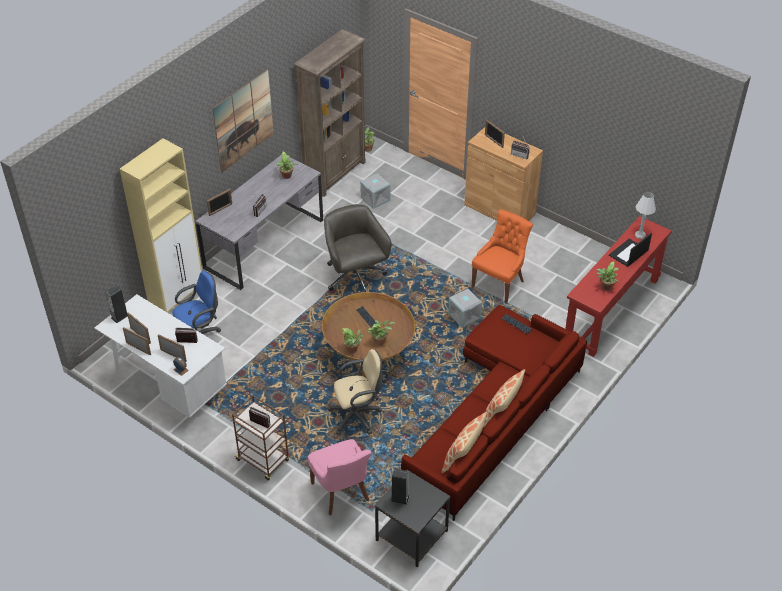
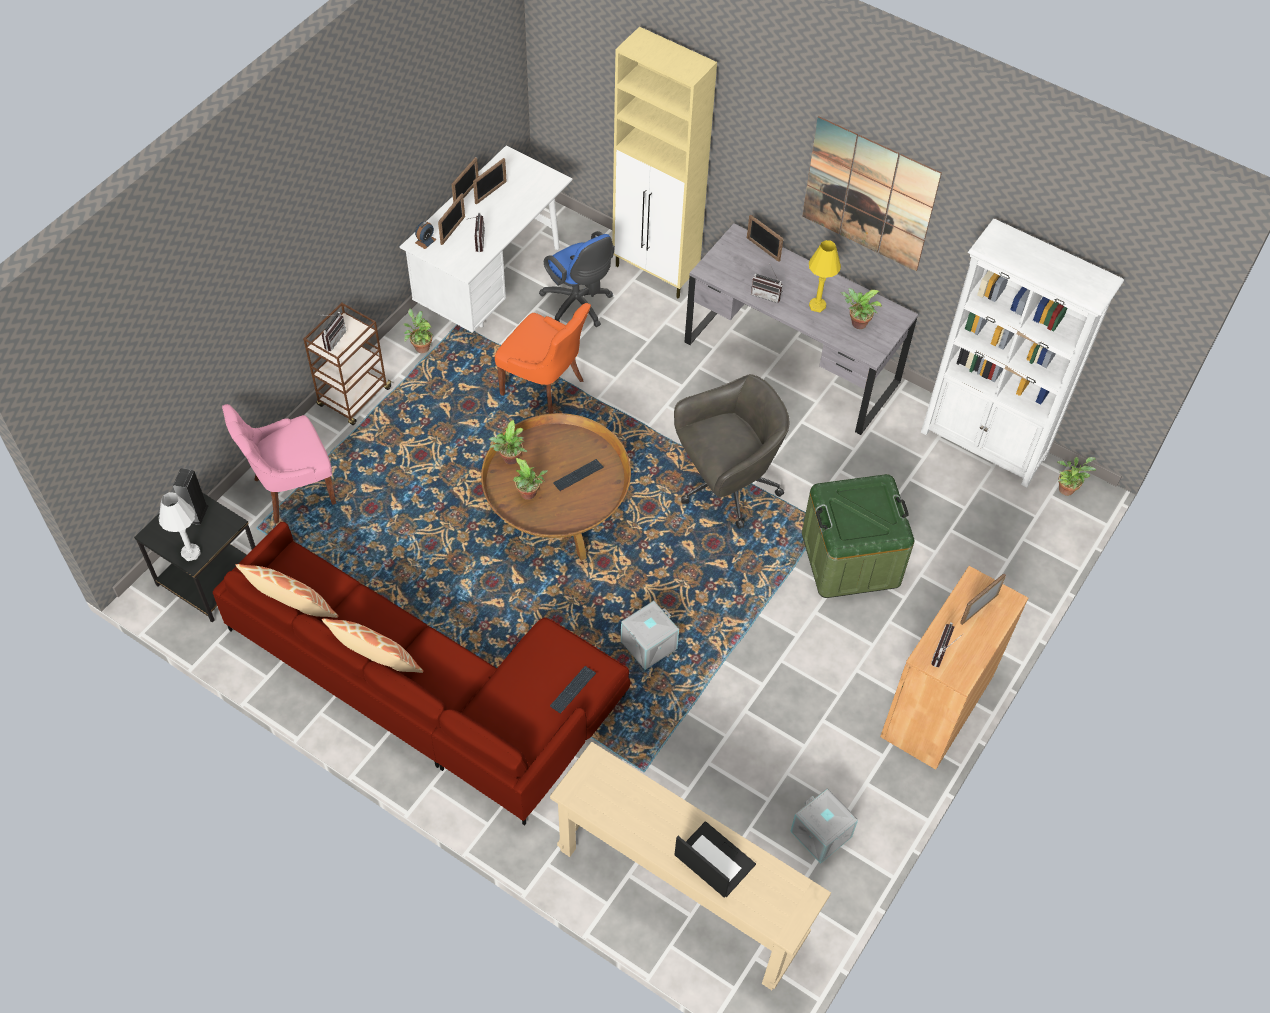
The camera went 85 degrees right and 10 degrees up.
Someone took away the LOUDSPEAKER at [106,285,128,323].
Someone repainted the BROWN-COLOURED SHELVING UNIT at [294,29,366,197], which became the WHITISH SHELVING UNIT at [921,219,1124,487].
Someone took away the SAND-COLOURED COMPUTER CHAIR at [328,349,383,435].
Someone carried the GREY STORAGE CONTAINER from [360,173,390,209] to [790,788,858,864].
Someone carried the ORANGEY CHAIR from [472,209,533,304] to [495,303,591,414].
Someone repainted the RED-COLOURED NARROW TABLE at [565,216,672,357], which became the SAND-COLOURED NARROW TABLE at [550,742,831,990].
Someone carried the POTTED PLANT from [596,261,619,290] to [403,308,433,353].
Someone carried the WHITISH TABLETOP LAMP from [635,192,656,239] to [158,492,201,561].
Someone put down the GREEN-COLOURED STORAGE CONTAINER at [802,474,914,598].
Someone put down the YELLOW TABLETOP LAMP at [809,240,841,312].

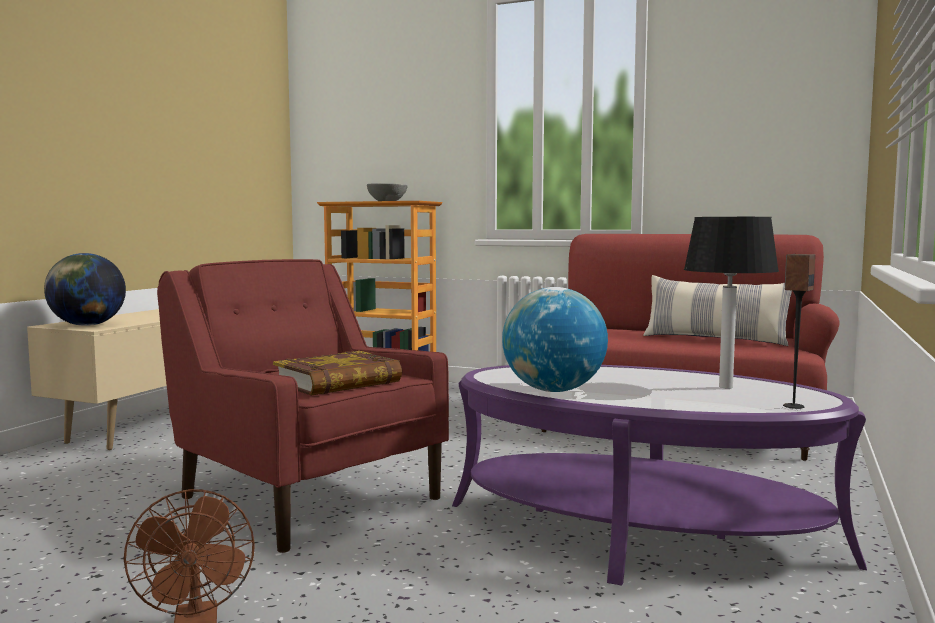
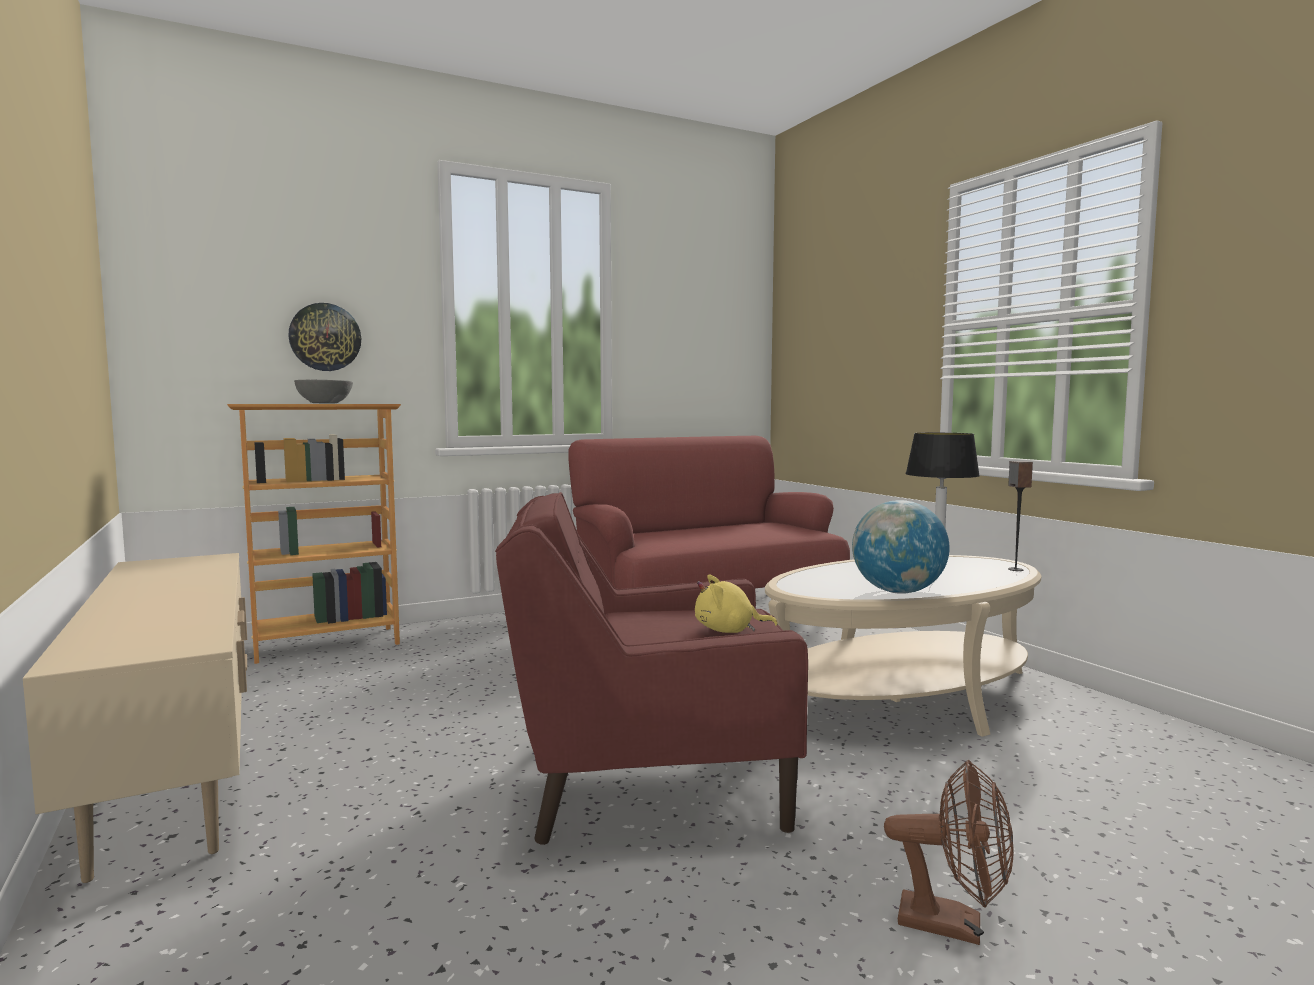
The camera went 50 degrees left and 0 degrees up.
Someone took away the WORLD GLOBE at [44,253,126,326].
Someone swapped the VOLUME at [273,351,402,396] for the YELLOW SOFT TOY at [695,574,778,633].
Someone repainted the PURPLE-COLOURED LOUNGE TABLE at [452,365,867,586], which became the SAND-COLOURED LOUNGE TABLE at [765,555,1041,737].
Someone took away the CUSHION at [643,275,792,346].
Someone put up the CLOCK ON THE WALL at [288,303,361,371].

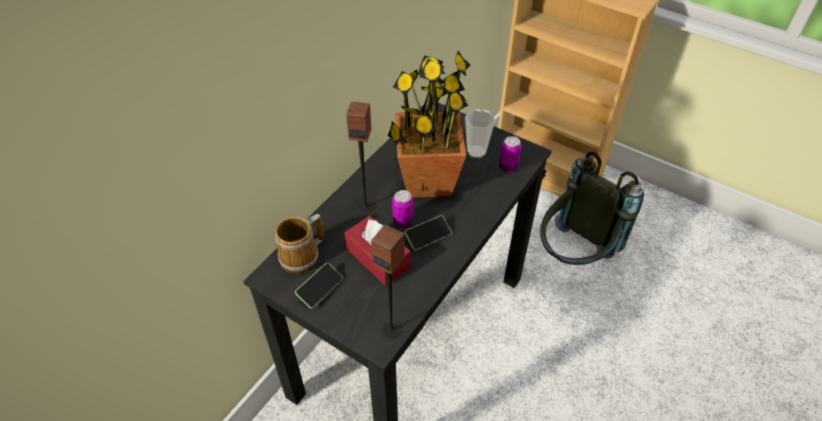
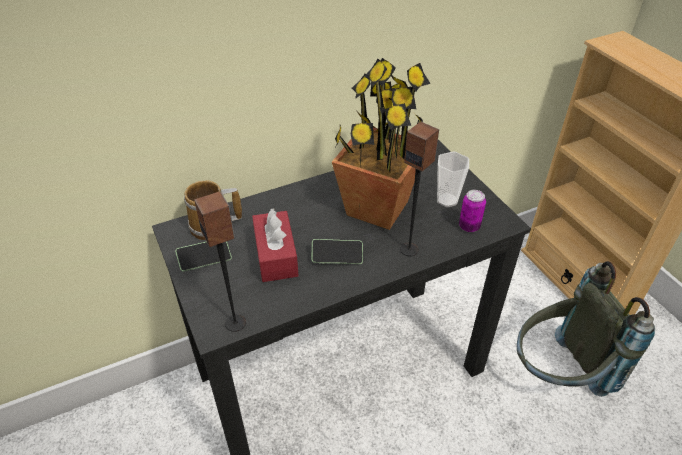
The camera went 30 degrees right and 5 degrees down.
Someone carried the LOUDSPEAKER from [346,101,374,213] to [400,122,439,256].
Someone took away the SEALED CAN at [392,190,413,228].

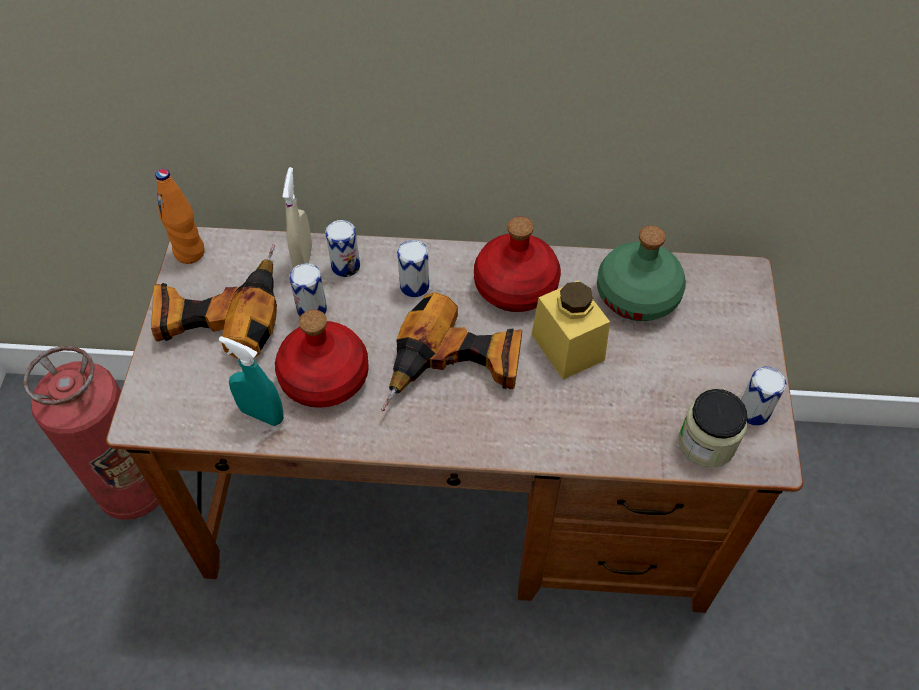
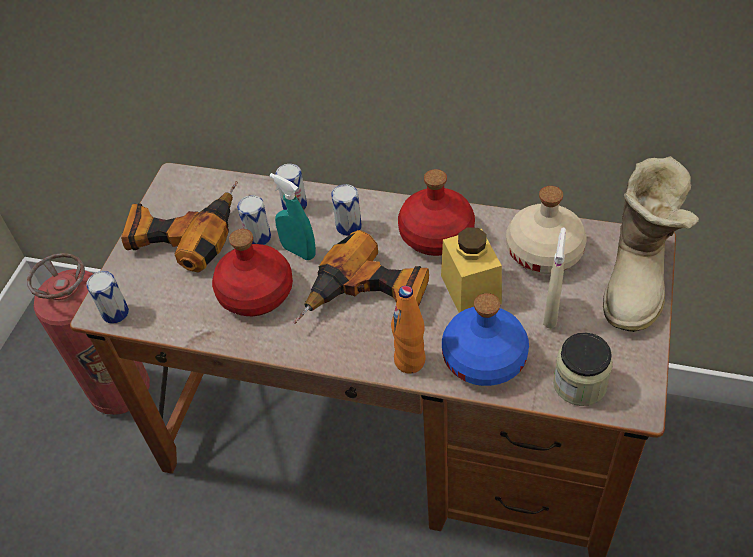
The camera went 15 degrees right and 5 degrees down.
Someone carried the ORANGEY BOTTLE from [155,169,205,264] to [391,286,426,374].
Someone carried the TURQUOISE SPRAY BOTTLE from [219,336,284,426] to [270,173,316,260].
Someone carried the SAND-COLOURED SPRAY BOTTLE from [282,167,312,268] to [543,227,566,329].
Someone repainted the GREEN-COLOURED BOTTLE at [597,226,686,321], which became the SAND-COLOURED BOTTLE at [506,186,586,274].
Someone carried the SEALED CAN from [741,367,786,426] to [86,271,129,324].
Someone put down the BLUE-COLOURED BOTTLE at [442,293,529,386].
Someone put down the TALL BOOT at [603,156,699,332].

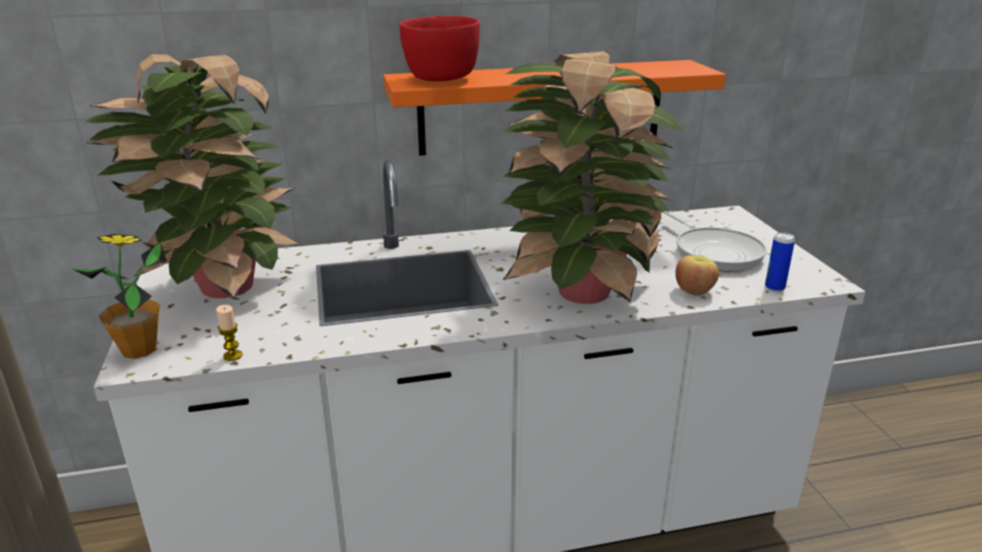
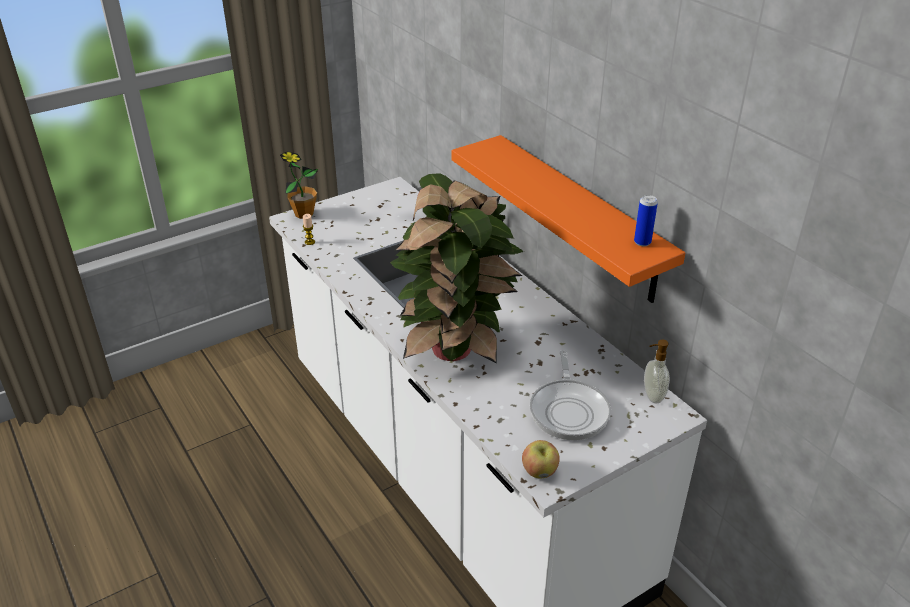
The camera went 70 degrees right and 10 degrees up.
Someone took away the POTTED PLANT at [83,54,303,299].
Someone took away the RED-COLOURED BOWL at [400,16,480,81].
Someone rotated the PAN at [664,211,767,272] by 45 degrees counterclockwise.
Someone carried the APPLE from [675,255,719,295] to [522,440,560,478].
Someone carried the SEALED CAN from [765,232,795,292] to [634,195,658,246].
Someone put down the LIQUID SOAP BOTTLE at [644,340,670,403].

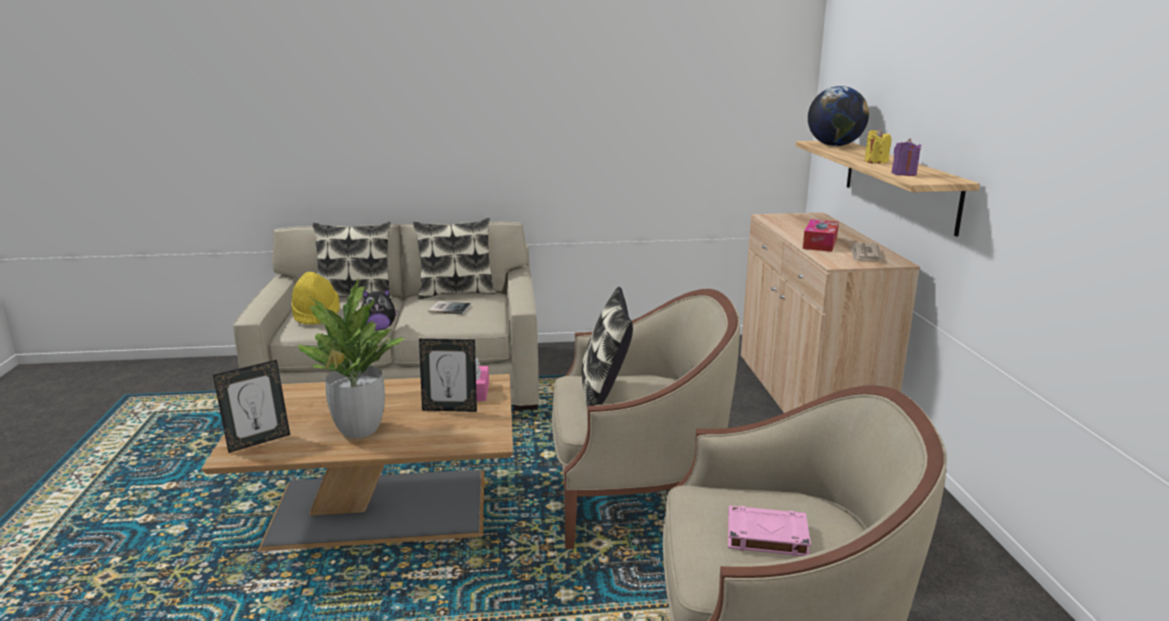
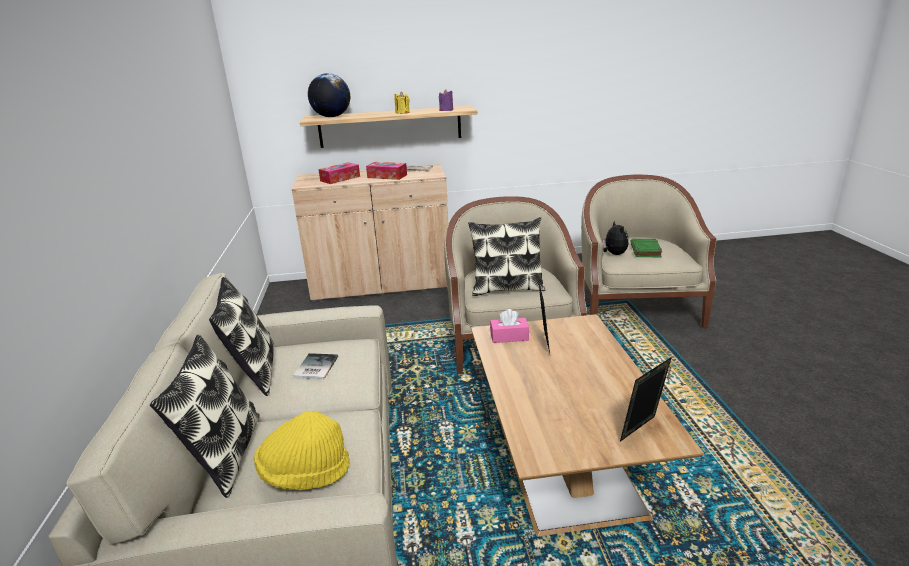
The camera went 90 degrees left and 5 degrees up.
Someone rotated the PHOTO FRAME at [213,360,290,453] by 90 degrees counterclockwise.
Someone took away the POTTED PLANT at [298,277,405,438].
Someone carried the SOFT TOY from [361,288,399,330] to [603,220,628,255].
Someone repainted the PINKISH VOLUME at [728,506,811,556], which became the GREEN-COLOURED VOLUME at [630,239,662,257].
Someone put down the TISSUE HOLDER at [318,162,360,184].

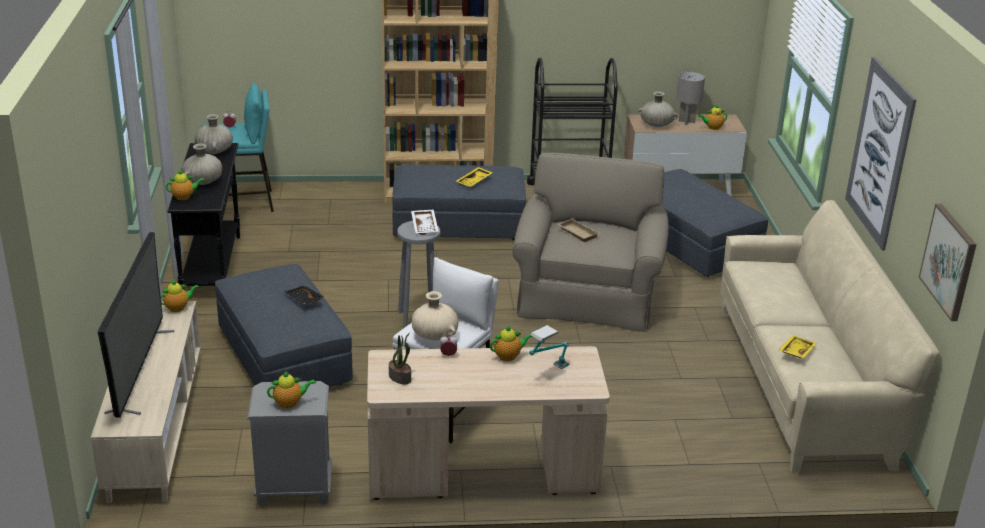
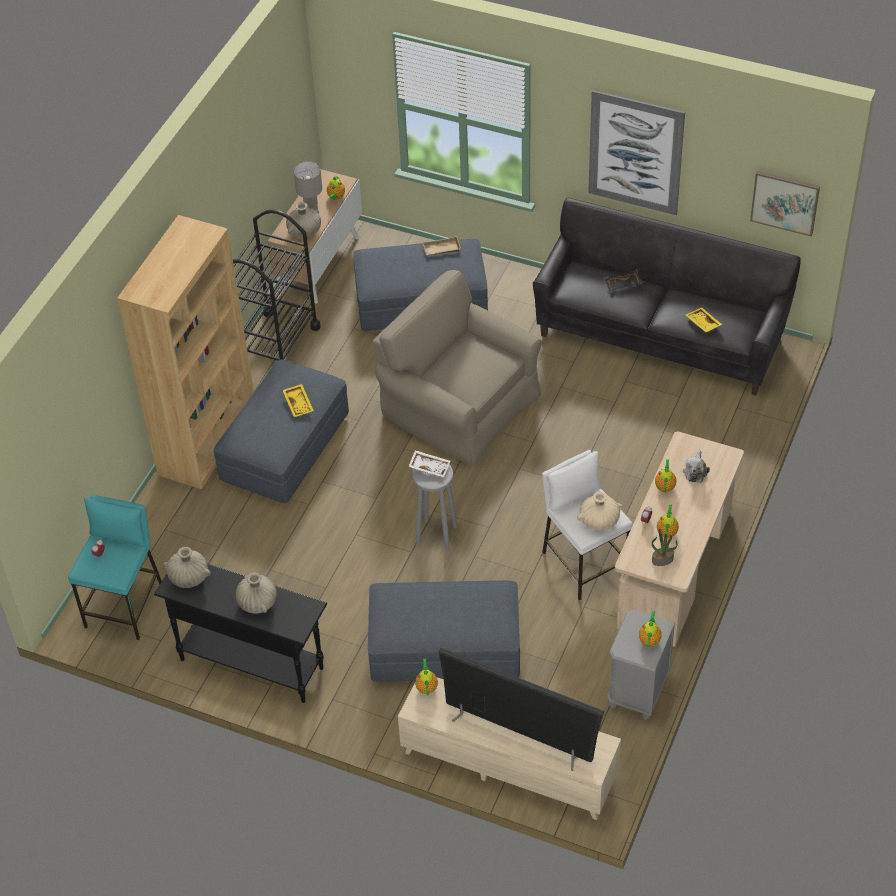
The camera went 60 degrees left and 20 degrees up.
Someone carried the TEAPOT from [166,170,205,200] to [657,504,679,538].
Someone carried the BLACK-COLOURED TRAY from [284,285,325,304] to [605,270,642,291].
Someone swapped the TABLETOP LAMP at [529,325,570,369] for the SOFT TOY at [683,451,710,483].
Someone carried the SAND-COLOURED TRAY from [557,218,600,242] to [423,236,461,256].
Someone repainted the SAND-COLOURED SOFA at [720,200,939,473], which became the BLACK-COLOURED SOFA at [533,198,801,395].

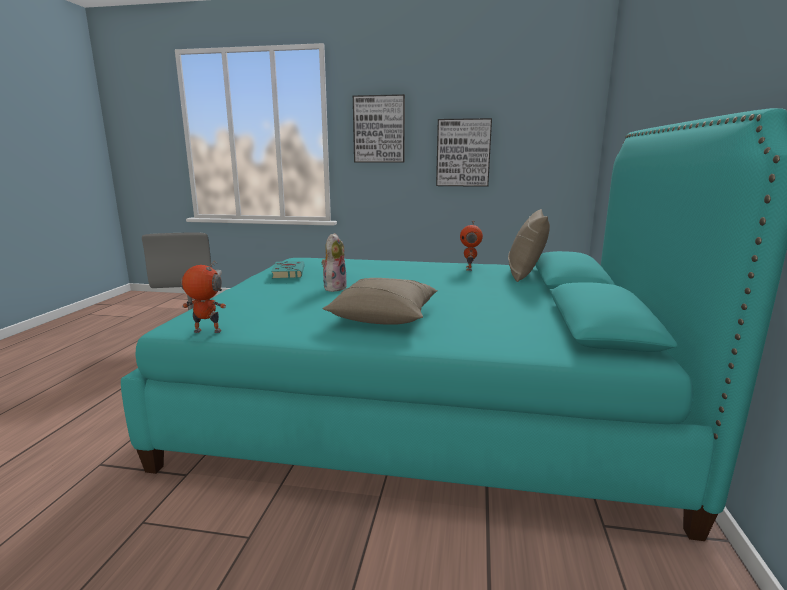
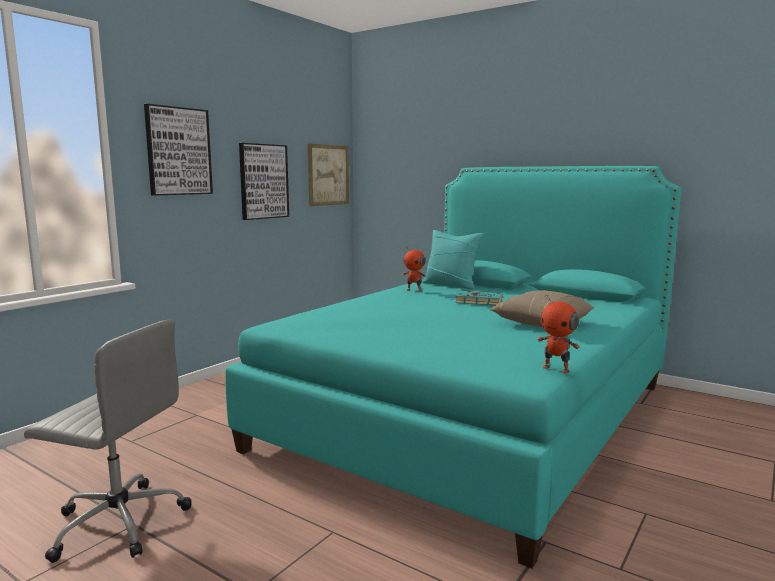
The camera went 65 degrees left and 5 degrees down.
Someone rotated the TOY ROBOT at [181,261,226,333] by 75 degrees counterclockwise.
Someone carried the TURQUOISE VOLUME from [271,261,305,279] to [450,291,503,305].
Someone took away the SOFT TOY at [321,233,346,292].
Someone repainted the SAND-COLOURED CUSHION at [508,209,550,282], which became the TURQUOISE CUSHION at [422,230,483,289].
Someone put up the WALL ART at [308,144,349,206].

